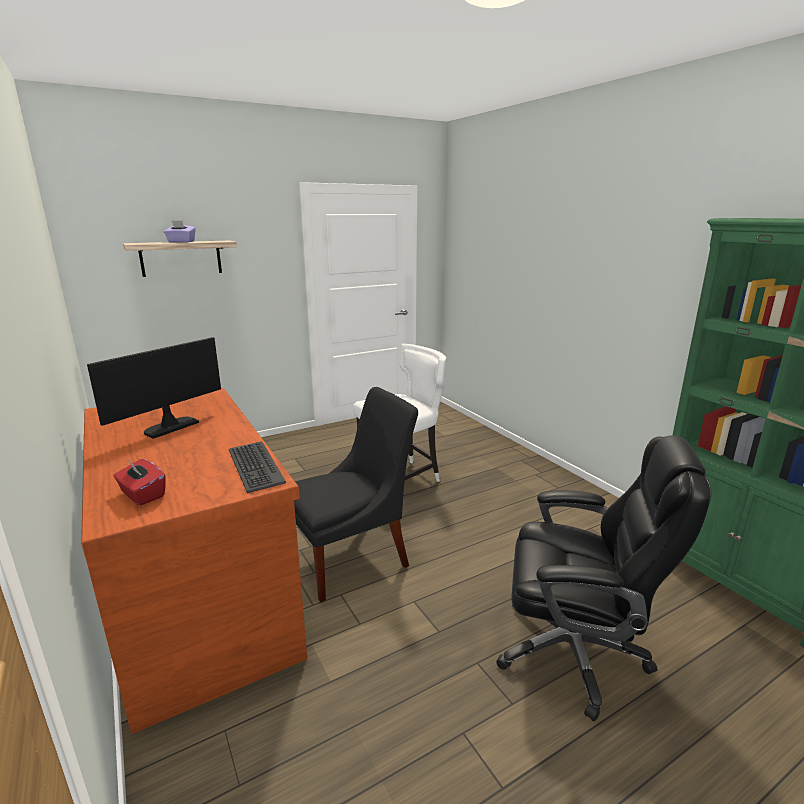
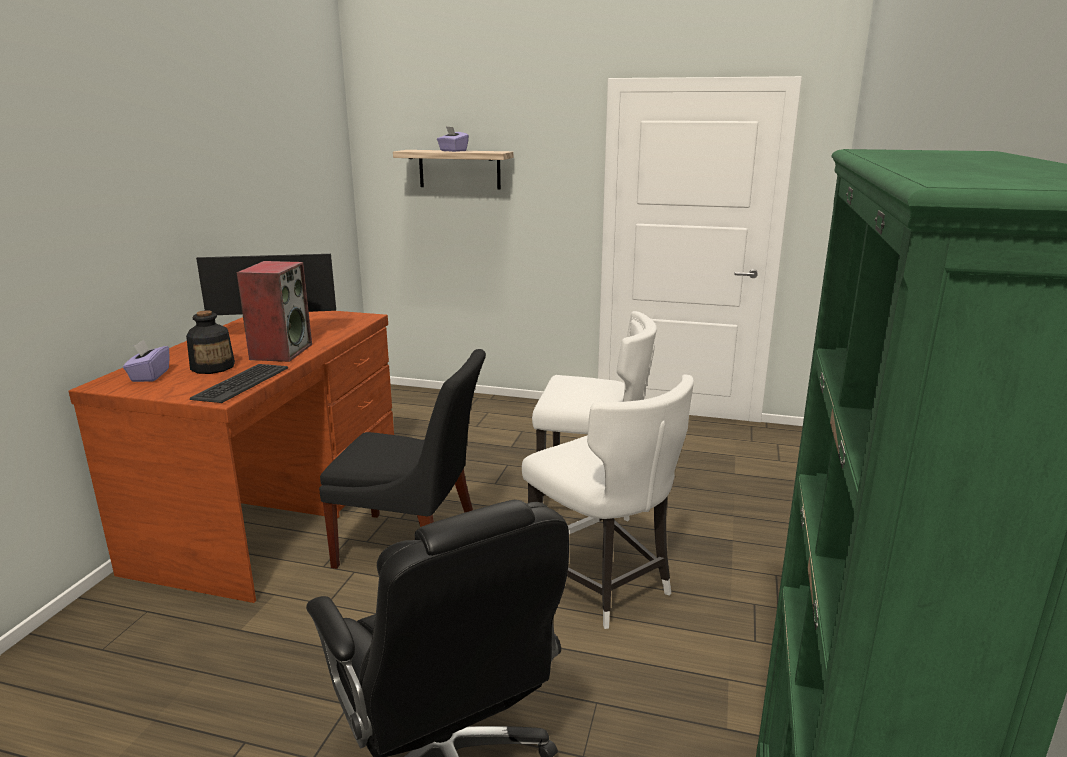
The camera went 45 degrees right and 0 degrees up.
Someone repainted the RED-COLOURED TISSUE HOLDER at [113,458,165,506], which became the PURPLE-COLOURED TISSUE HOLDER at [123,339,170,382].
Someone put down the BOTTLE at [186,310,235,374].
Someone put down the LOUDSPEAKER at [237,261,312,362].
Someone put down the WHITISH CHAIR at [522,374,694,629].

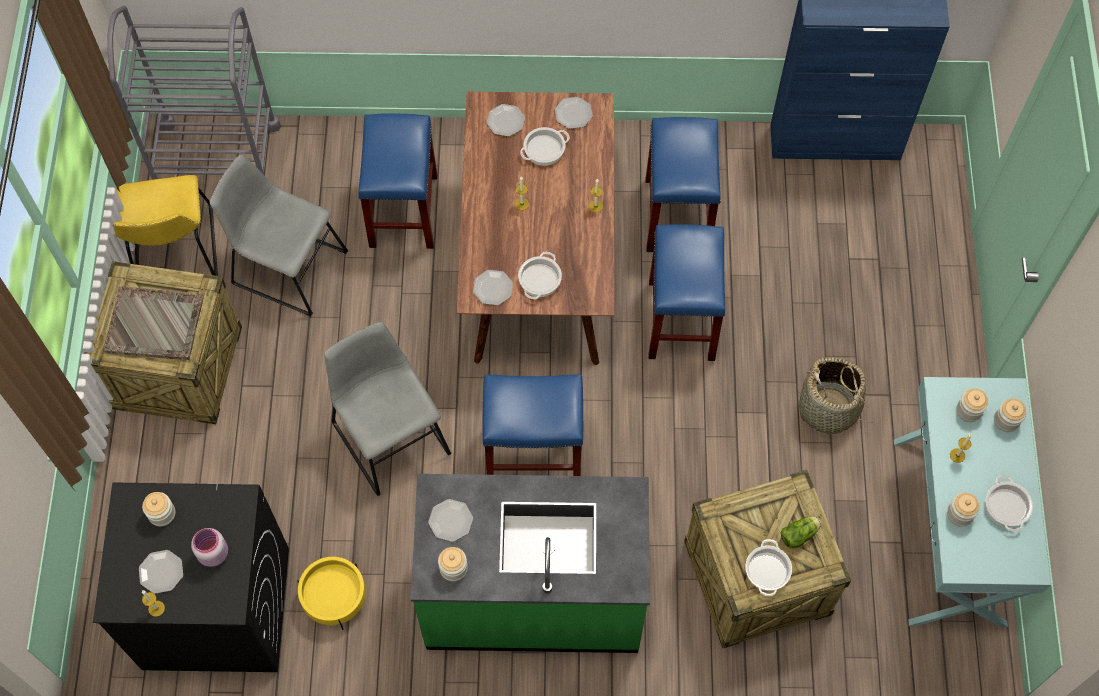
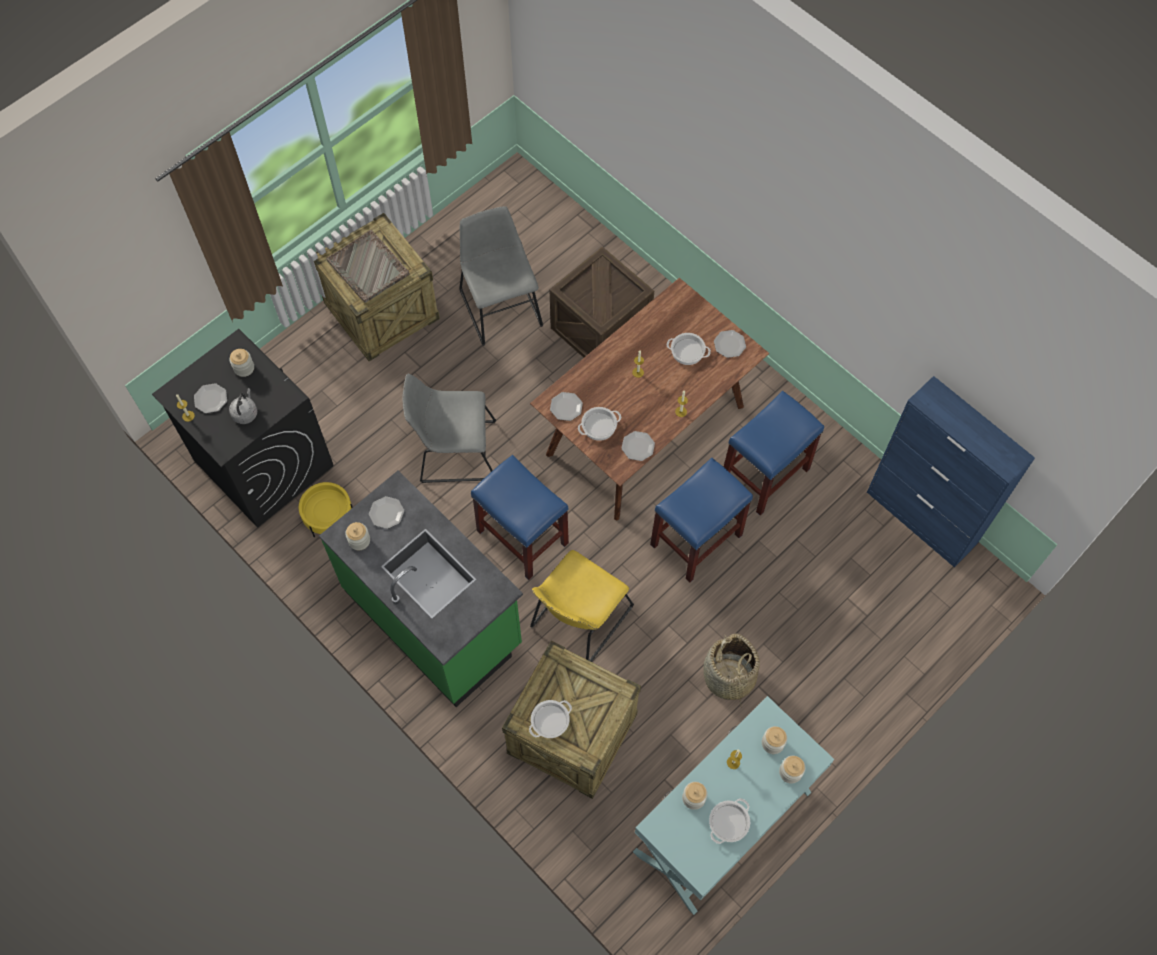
The camera went 45 degrees right and 0 degrees up.
Someone took away the GREY TROLLEY at [107,6,281,180].
Someone carried the YELLOW CHAIR from [113,175,218,276] to [530,550,634,662].
Someone swapped the PINKISH STORAGE JAR at [191,528,228,567] for the GREY WATER KETTLE at [229,388,257,424].
Someone rotated the GREY CHAIR at [324,322,451,496] by 105 degrees counterclockwise.
Someone swapped the BLUE-COLOURED STOOL SEAT at [358,114,437,249] for the PACKING CRATE at [549,247,654,358].
Someone carried the DINNER PLATE from [486,104,525,137] to [622,431,655,461].
Someone took away the LETTUCE at [781,517,821,548].

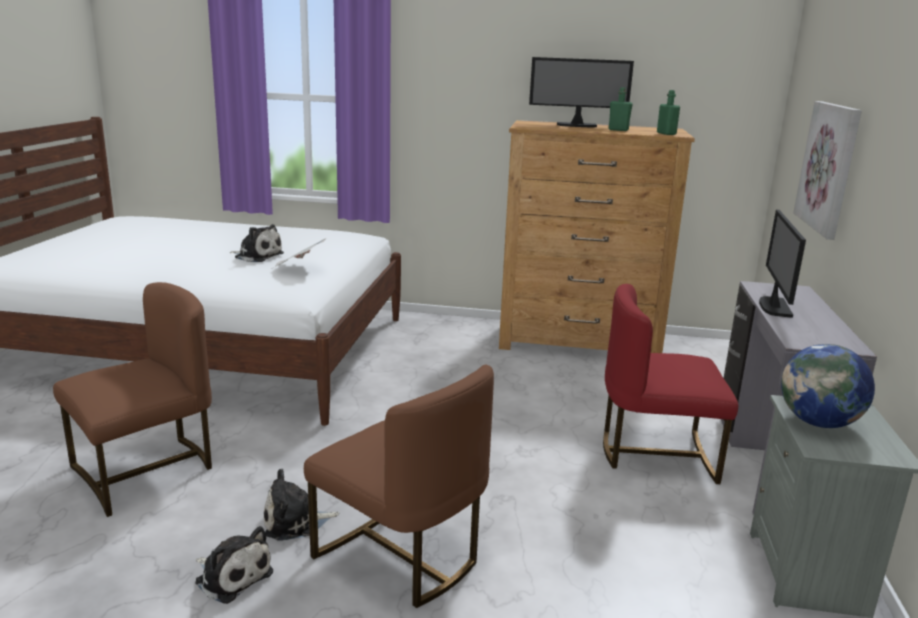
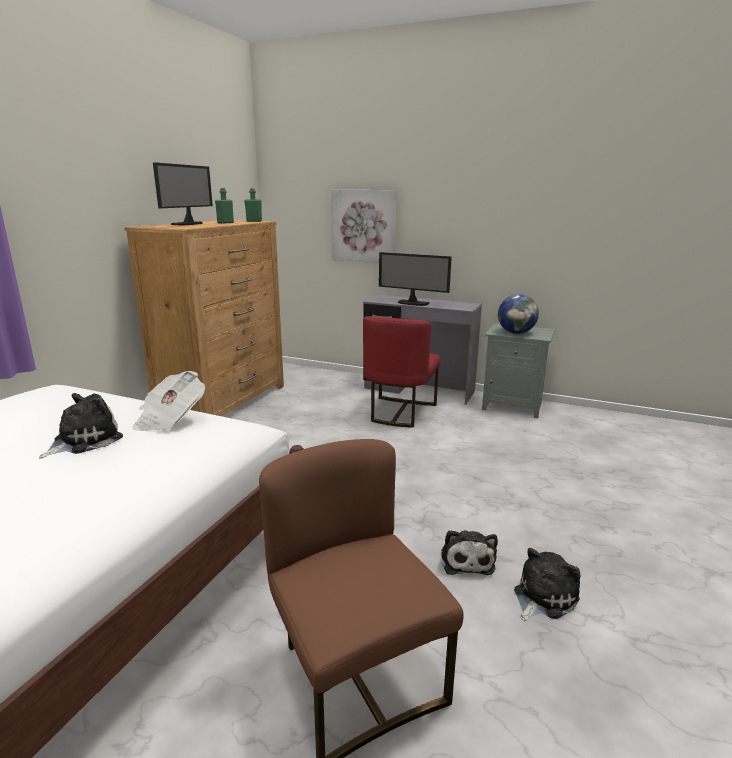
The camera went 75 degrees left and 0 degrees up.
Someone took away the BROWN-COLOURED CHAIR at [304,364,494,608].

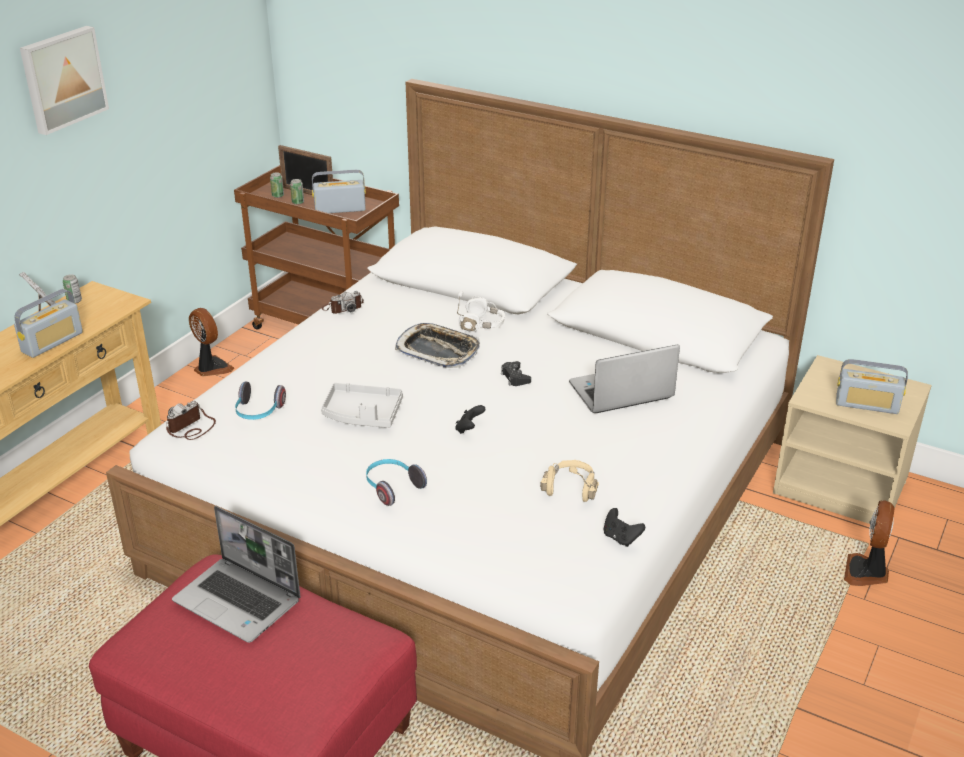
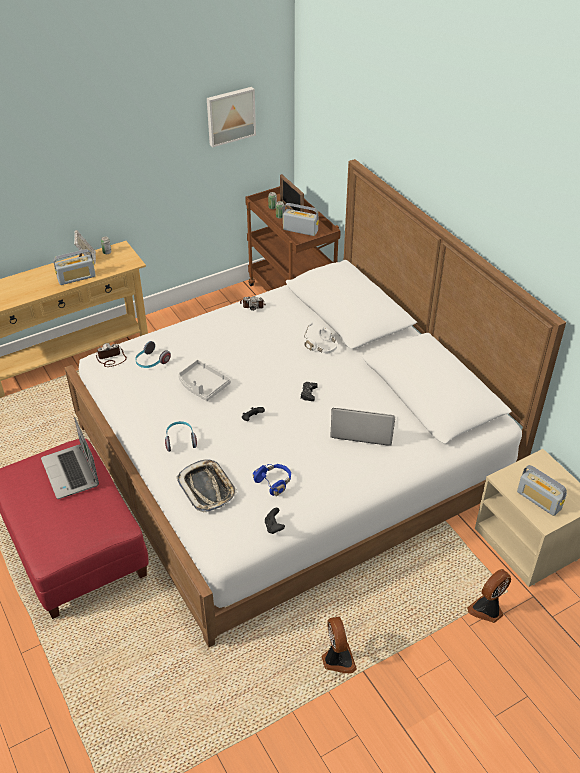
The camera went 30 degrees right and 10 degrees up.
Someone carried the WALL ART from [20,26,109,135] to [207,87,256,147].
Someone carried the ELECTRIC FAN from [189,308,234,376] to [321,617,357,673].
Someone carried the TRAY from [395,323,480,368] to [176,459,238,512].
Someone repainted the SAND-COLOURED PAIR OF HEADPHONES at [540,460,599,502], which became the BLUE-COLOURED PAIR OF HEADPHONES at [253,464,291,496].

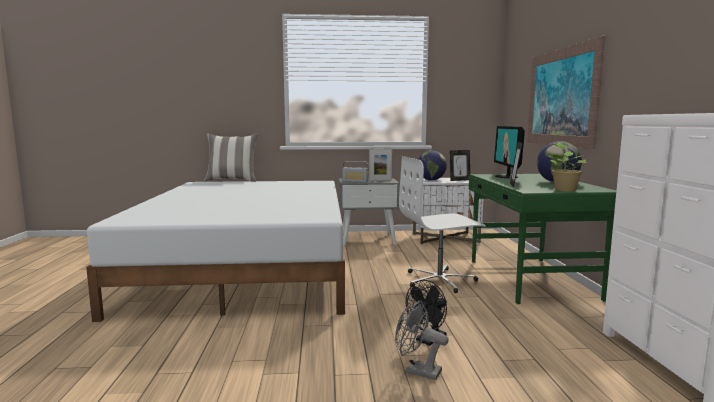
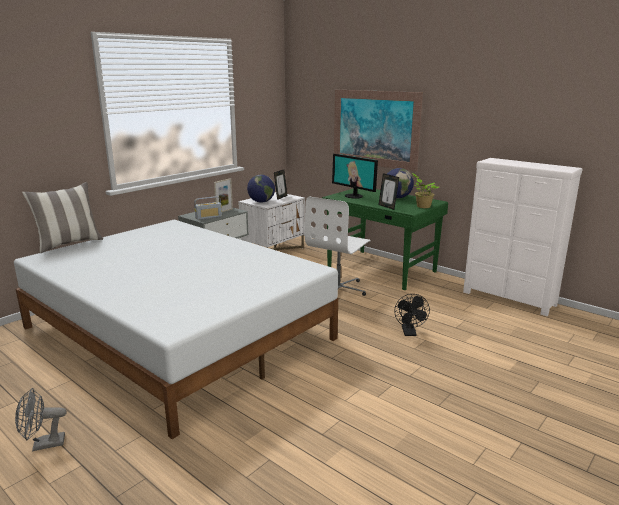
The camera went 45 degrees left and 10 degrees up.
Someone carried the GREY ELECTRIC FAN from [395,301,449,380] to [15,388,67,451].

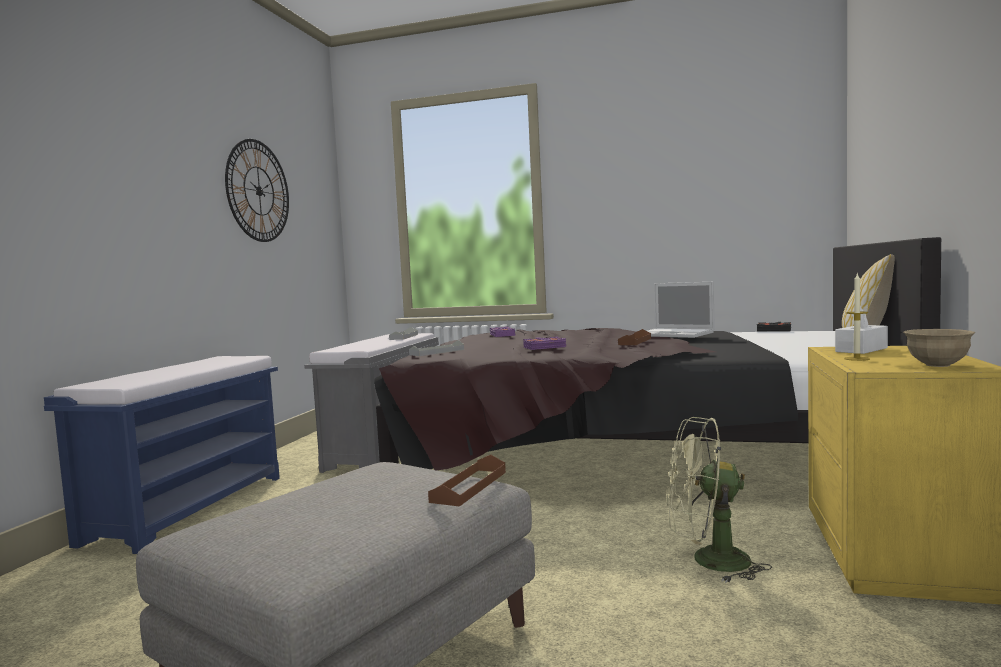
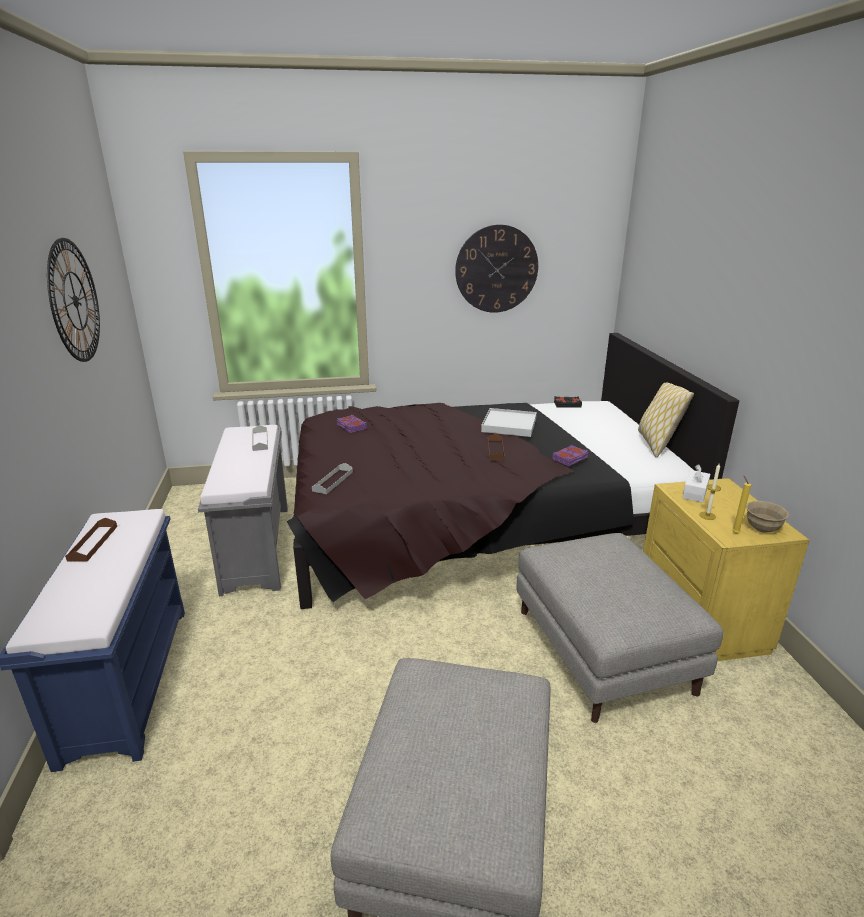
The camera went 25 degrees left and 20 degrees up.
Someone carried the BROWN-COLOURED TRAY from [428,455,506,506] to [65,518,117,561].
Someone carried the PURPLE-COLOURED VOLUME from [523,336,566,350] to [552,445,588,466].
Someone swapped the PORTABLE COMPUTER at [646,282,715,338] for the WHITISH TRAY at [481,408,537,437].
Someone swapped the GREEN-COLOURED ELECTRIC FAN at [667,417,772,583] for the GREY OTTOMAN at [516,533,723,723].
Someone put up the CLOCK ON THE WALL at [455,224,538,313].
Someone put down the YELLOW WAX CANDLE at [732,476,751,534].

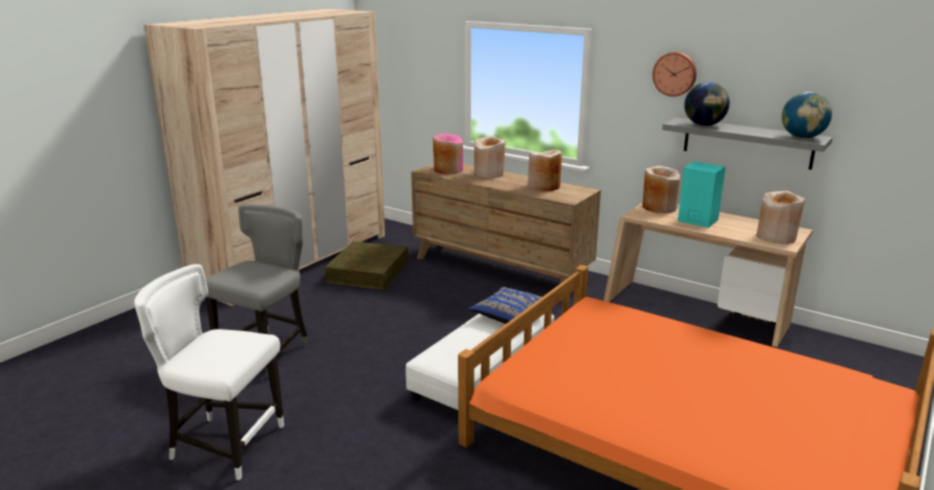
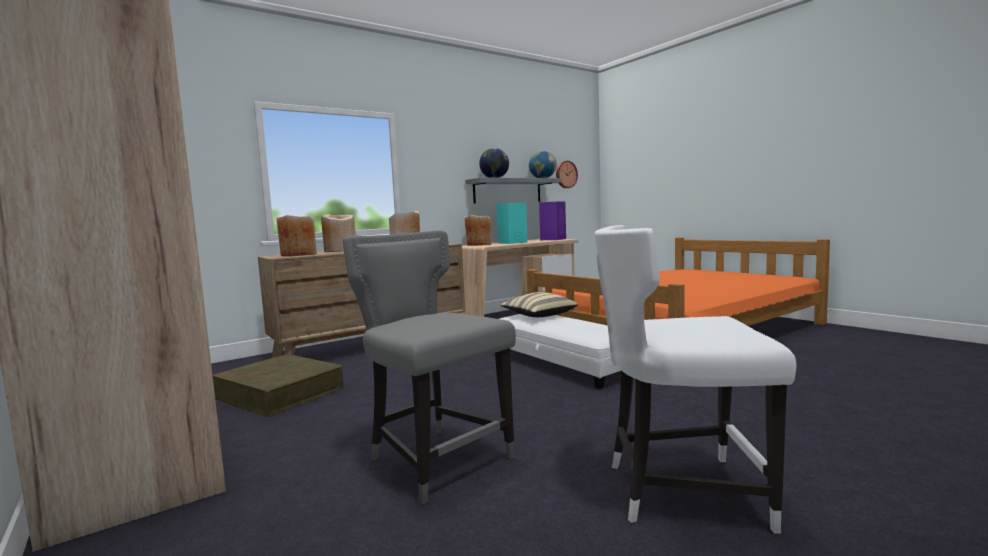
The camera went 70 degrees left and 15 degrees down.
Someone rotated the WHITISH CHAIR at [134,264,284,480] by 60 degrees clockwise.
Someone repainted the BLUE-COLOURED CUSHION at [468,287,542,324], which became the SAND-COLOURED CUSHION at [500,292,578,317].
Someone carried the CLOCK ON THE WALL from [652,52,696,97] to [556,161,578,188].
Someone swapped the SAND-COLOURED FLOWER VASE at [757,191,805,244] for the PURPLE-COLOURED LOUDSPEAKER at [539,202,566,240].

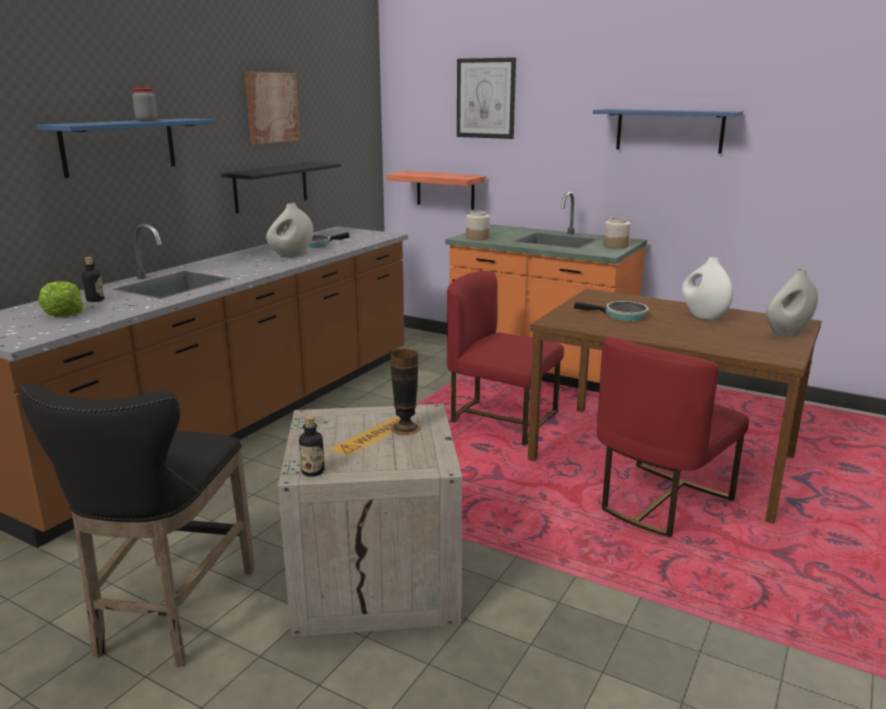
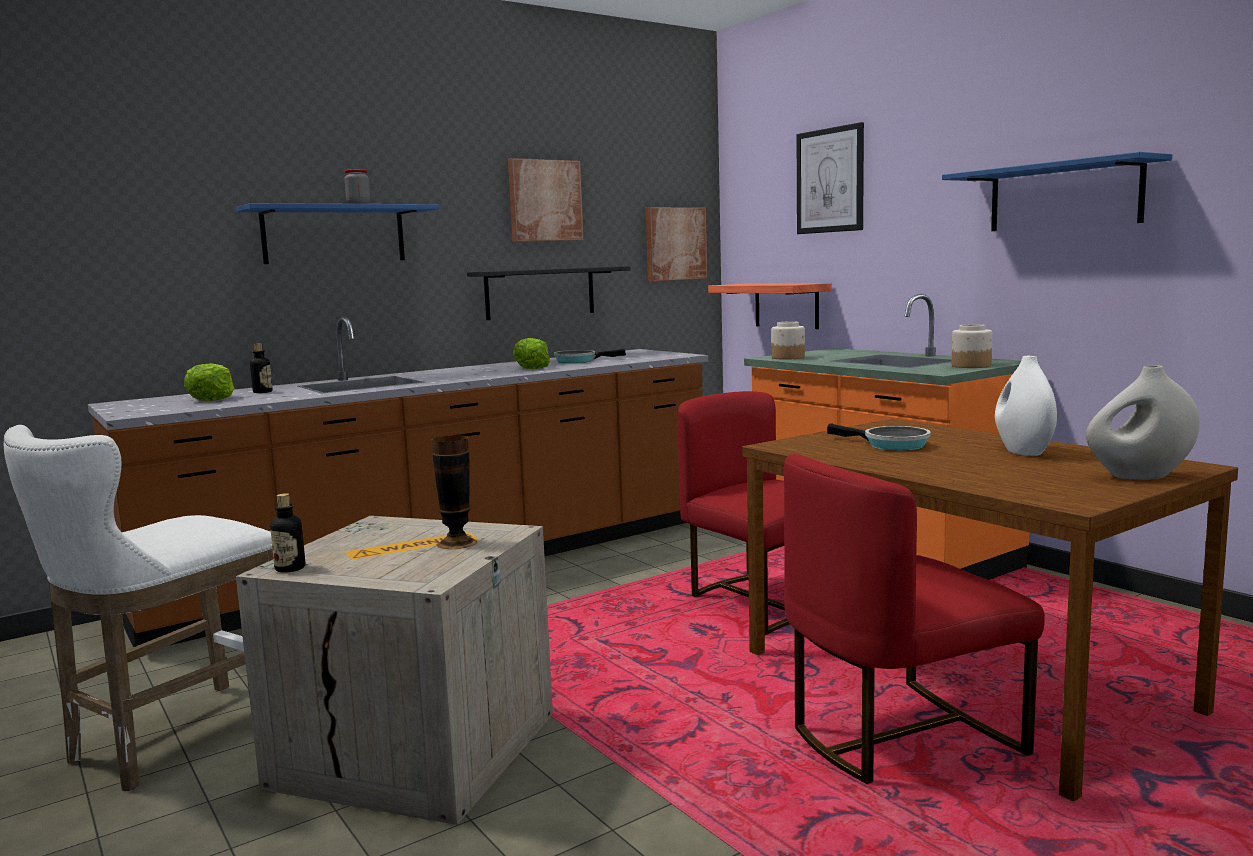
The camera went 25 degrees right and 10 degrees down.
Someone repainted the BLACK-COLOURED STOOL SEAT at [20,383,255,667], which became the WHITISH STOOL SEAT at [4,425,274,791].
Someone swapped the WHITISH FLOWER VASE at [266,203,313,258] for the LETTUCE at [513,338,550,369].
Someone put up the WALL ART at [646,207,708,281].

